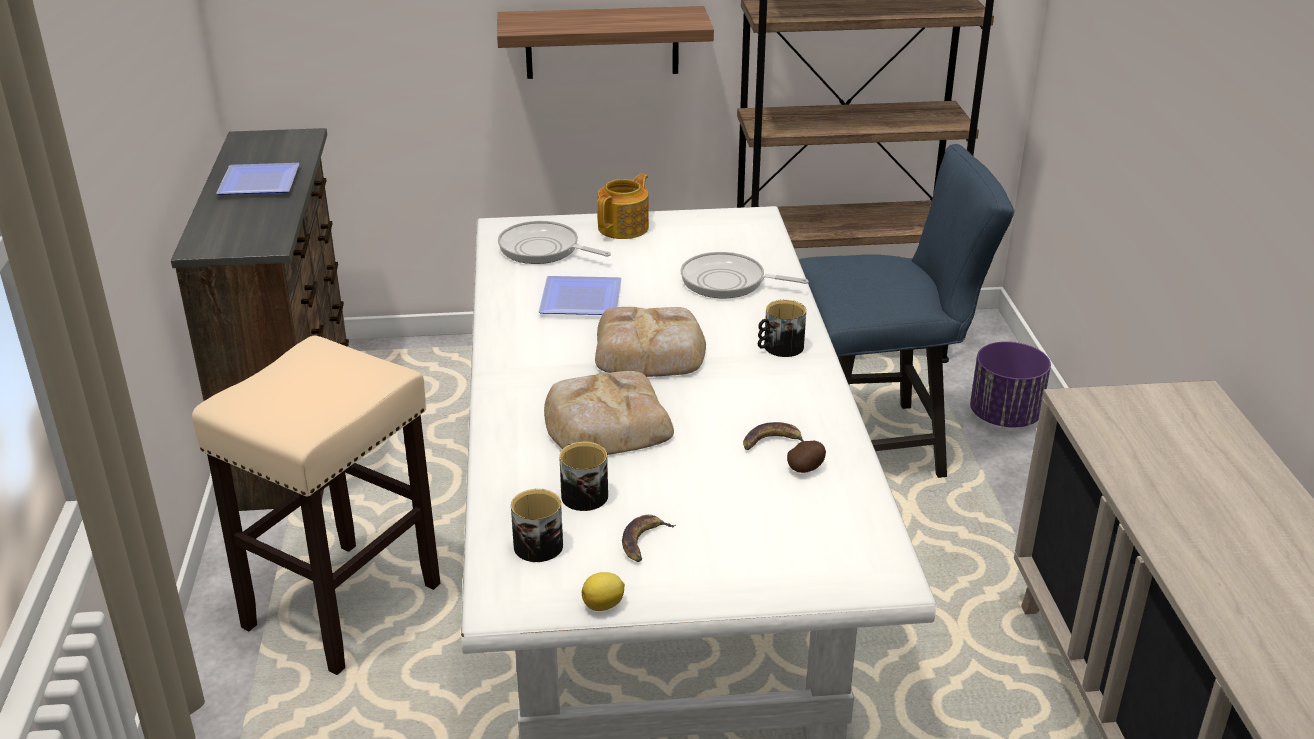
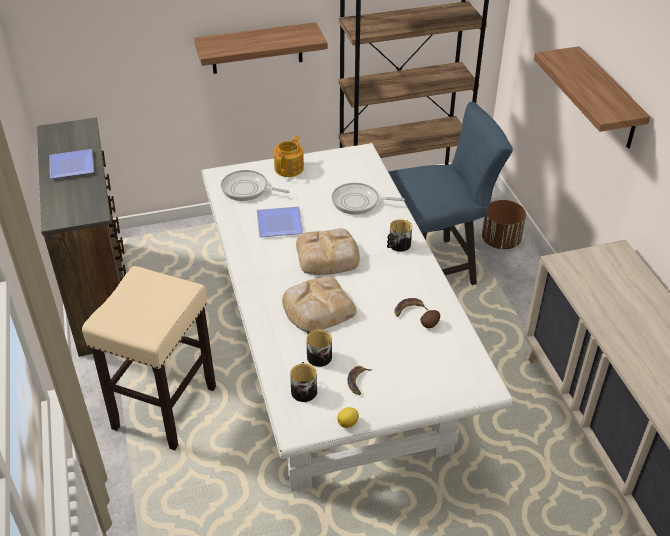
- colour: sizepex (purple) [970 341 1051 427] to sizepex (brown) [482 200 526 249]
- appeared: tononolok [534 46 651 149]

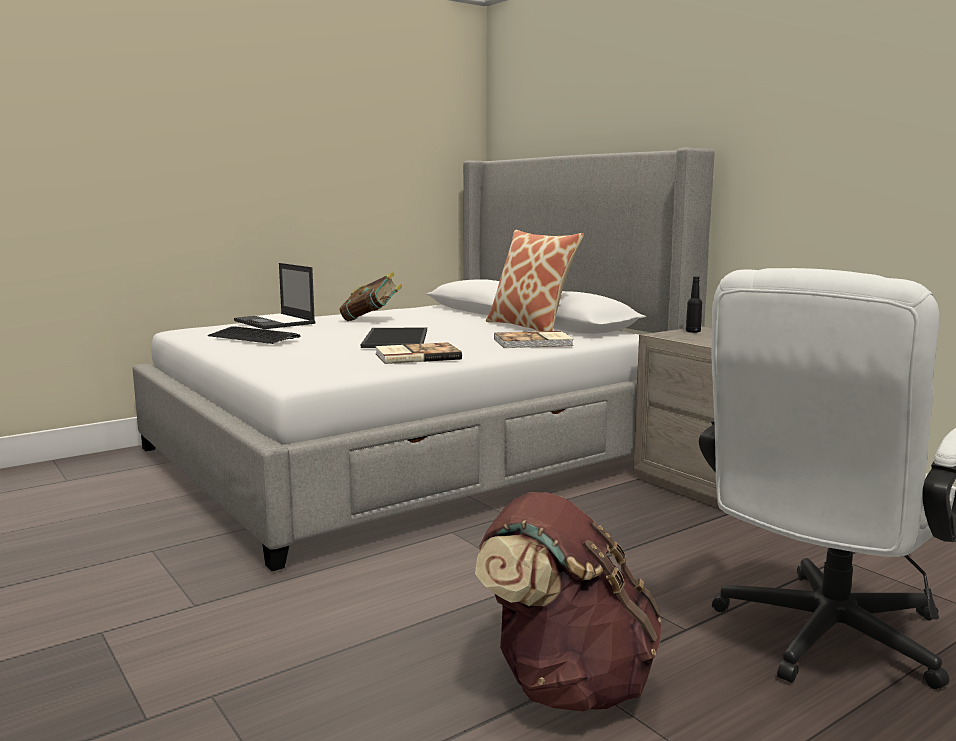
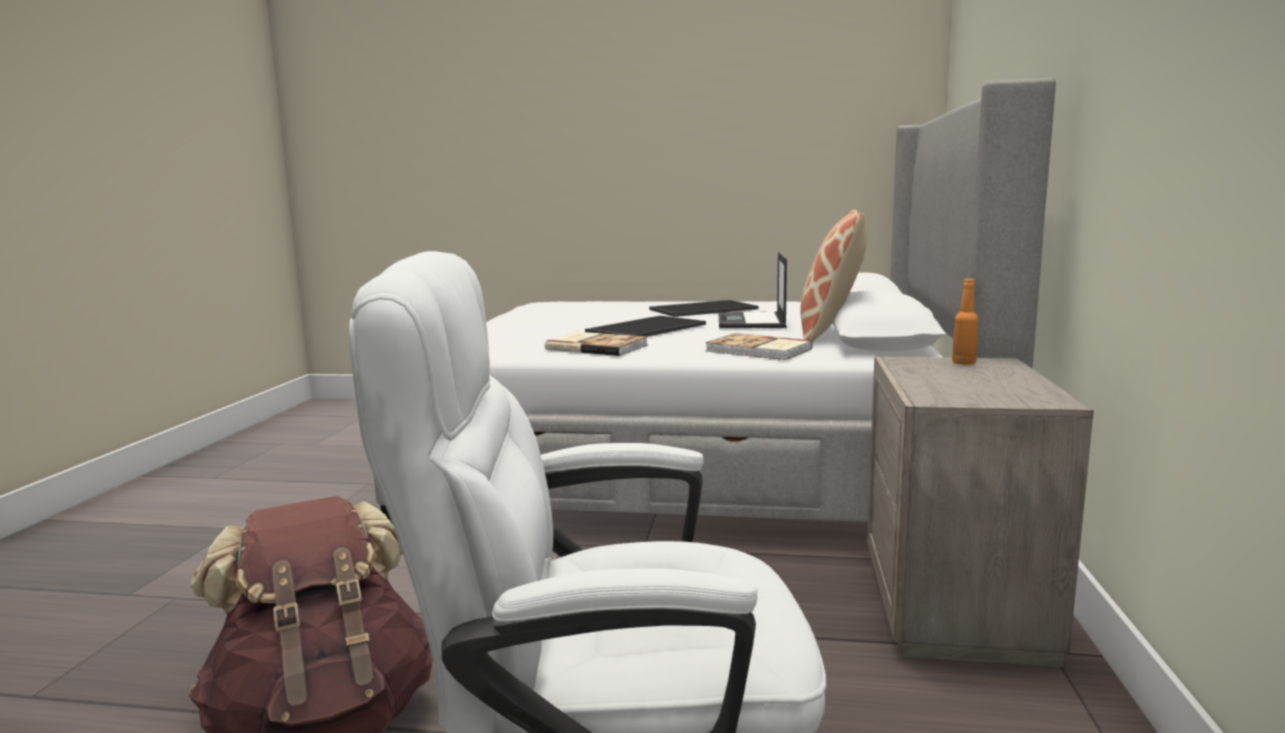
- missing: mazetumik [208 326 301 344]
- relocated: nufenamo [234 263 315 329] to [719 252 787 328]
- exchanged: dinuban [339 272 402 321] to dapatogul [649 300 758 317]
- colour: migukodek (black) [686 276 702 333] to migukodek (orange) [952 279 978 365]

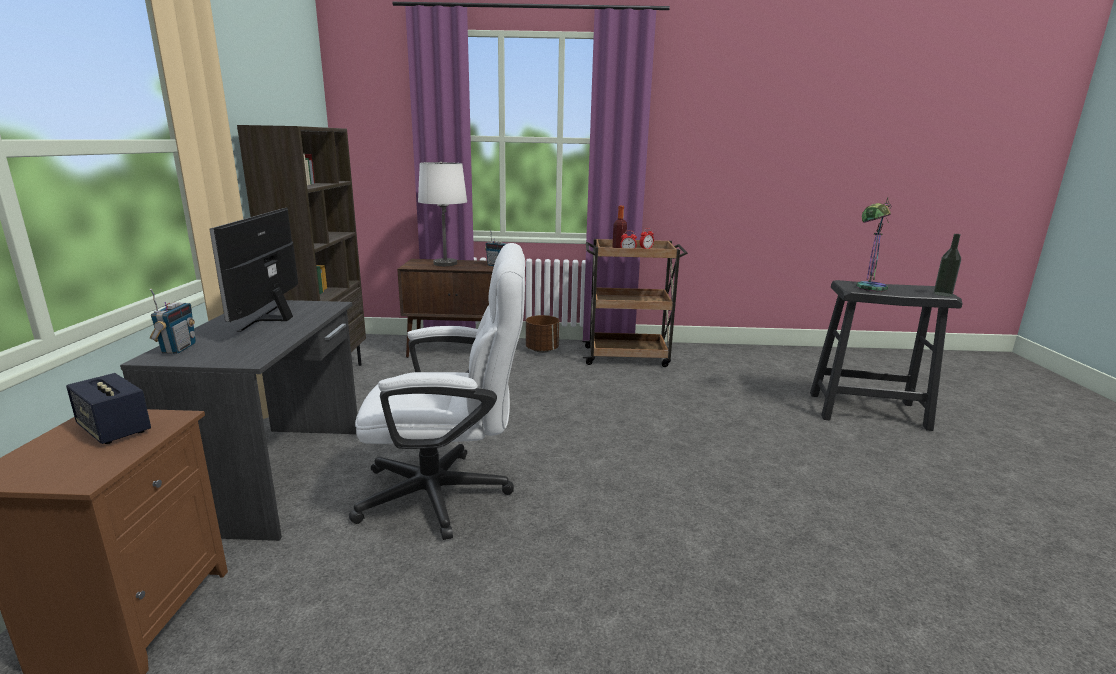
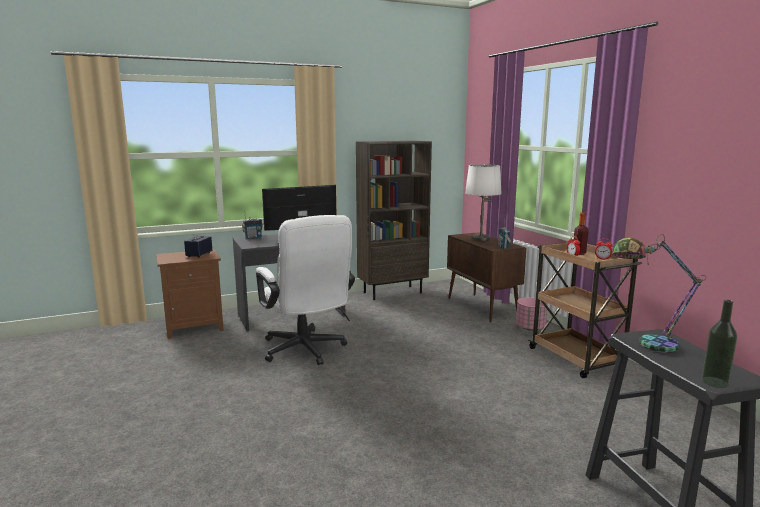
- colour: sizepex (brown) [526 315 560 353] to sizepex (pink) [516 297 548 331]

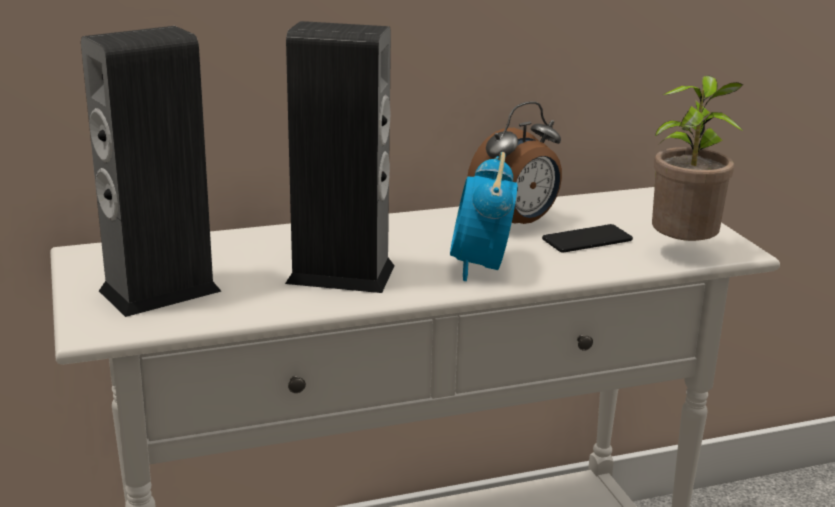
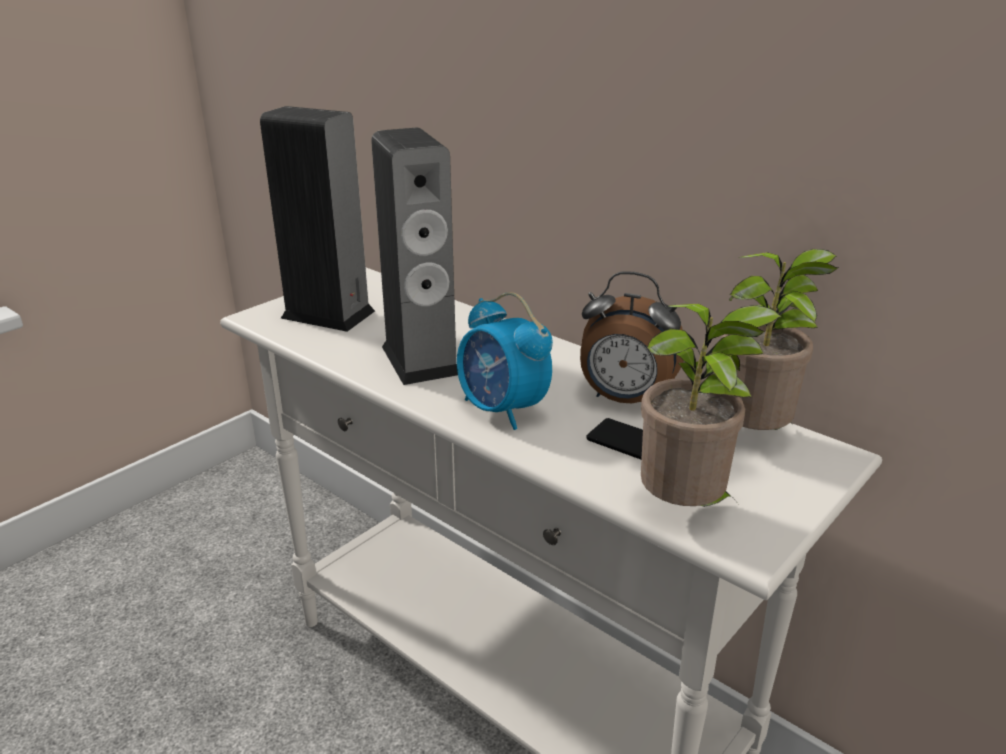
- spun: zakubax [450 152 517 281] = [457 292 553 430] 105 degrees counterclockwise
- appeared: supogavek [721 249 838 430]

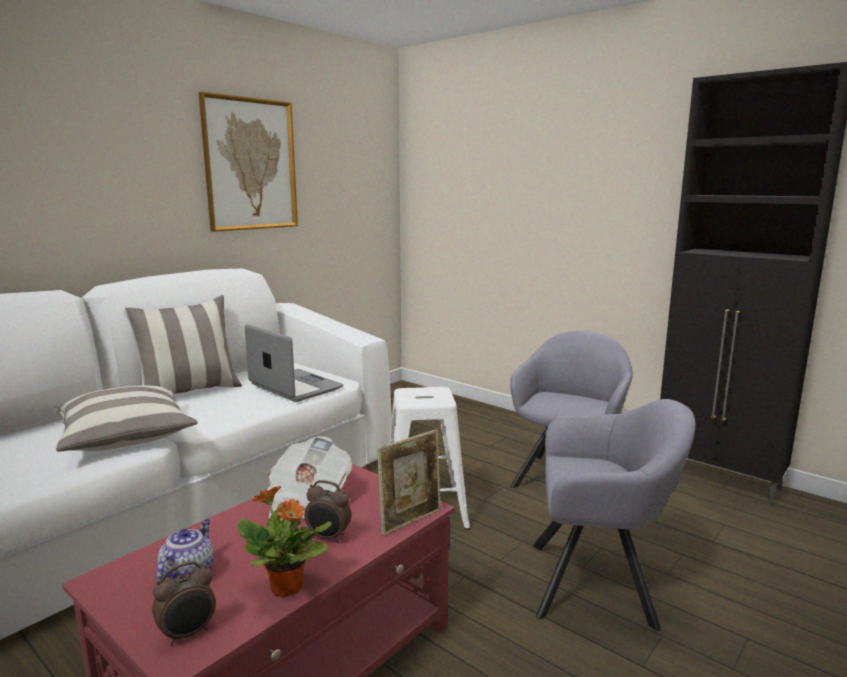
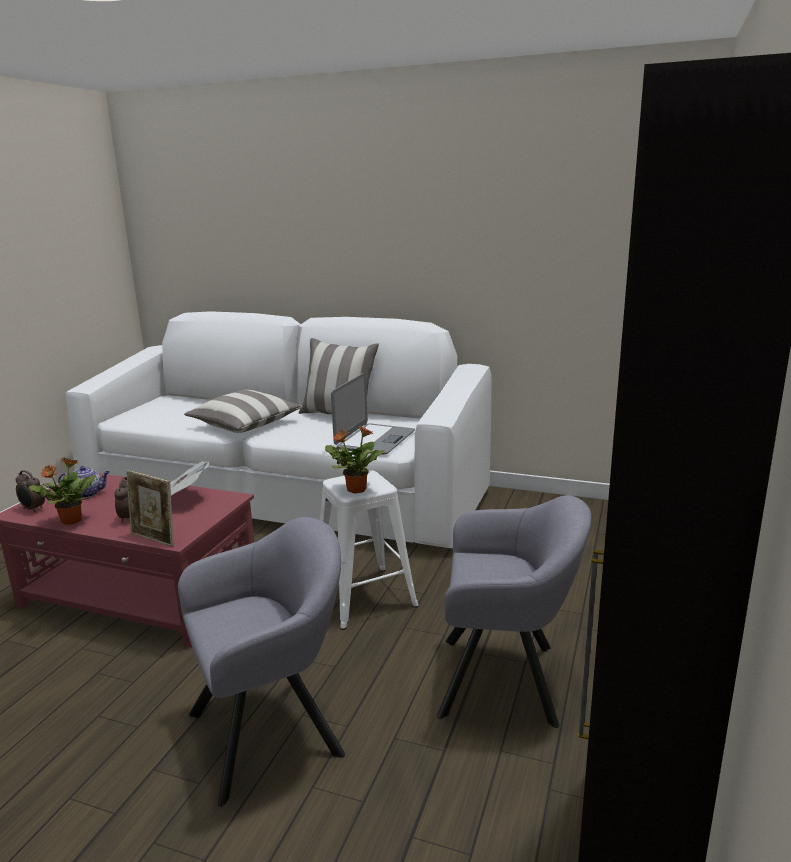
- missing: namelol [199 92 298 232]
- spun: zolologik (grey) [533 399 696 631] = [178 517 345 806] 105 degrees counterclockwise
- appeared: supogavek [325 425 384 494]

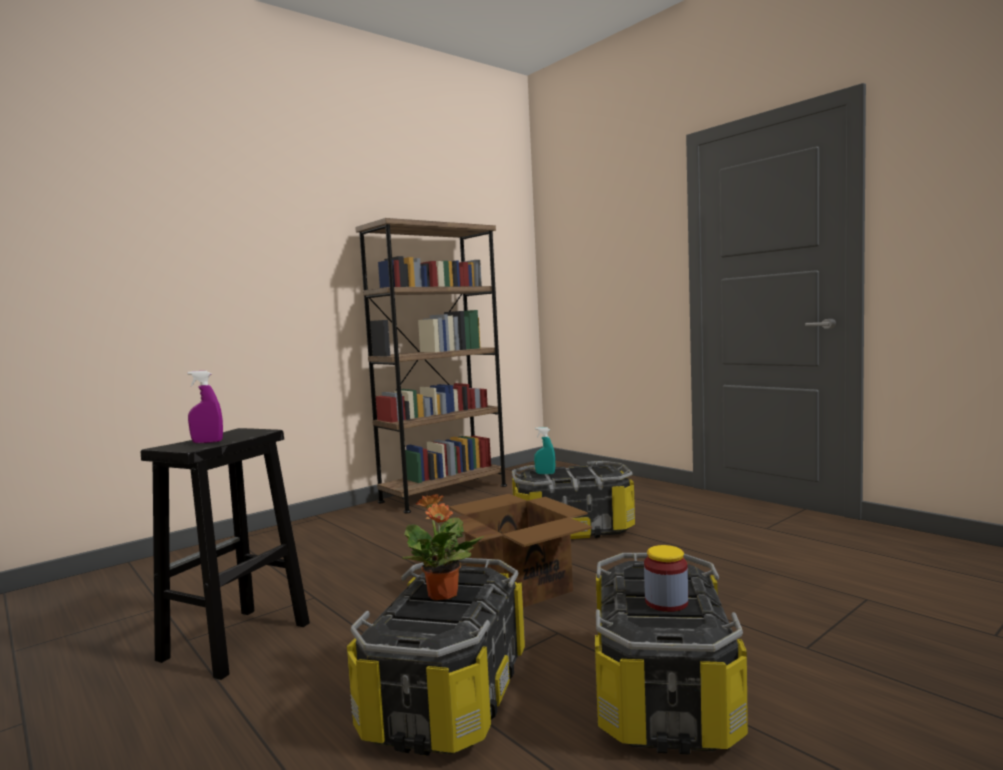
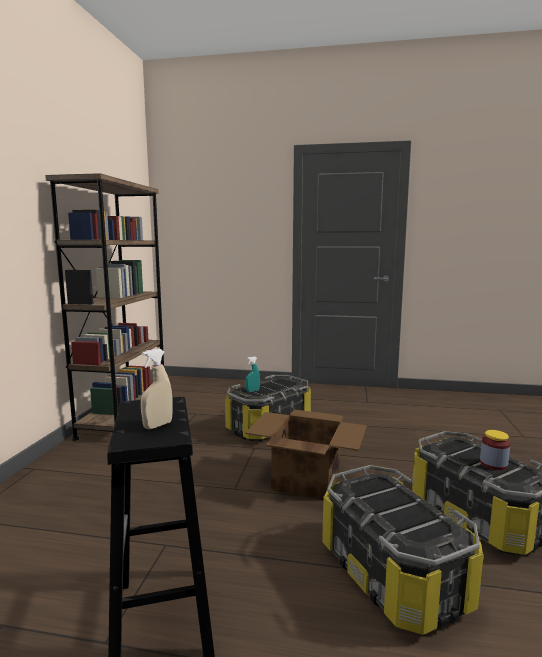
- colour: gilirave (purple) [187 371 223 443] to gilirave (beige) [141 348 173 429]
- missing: supogavek [402 494 484 600]

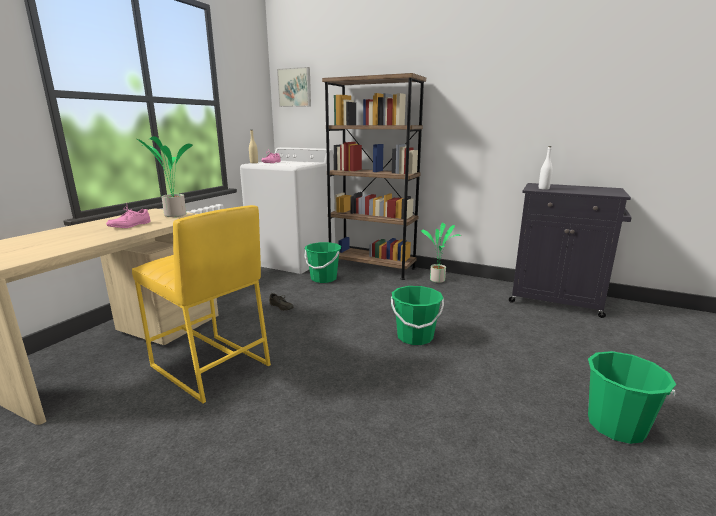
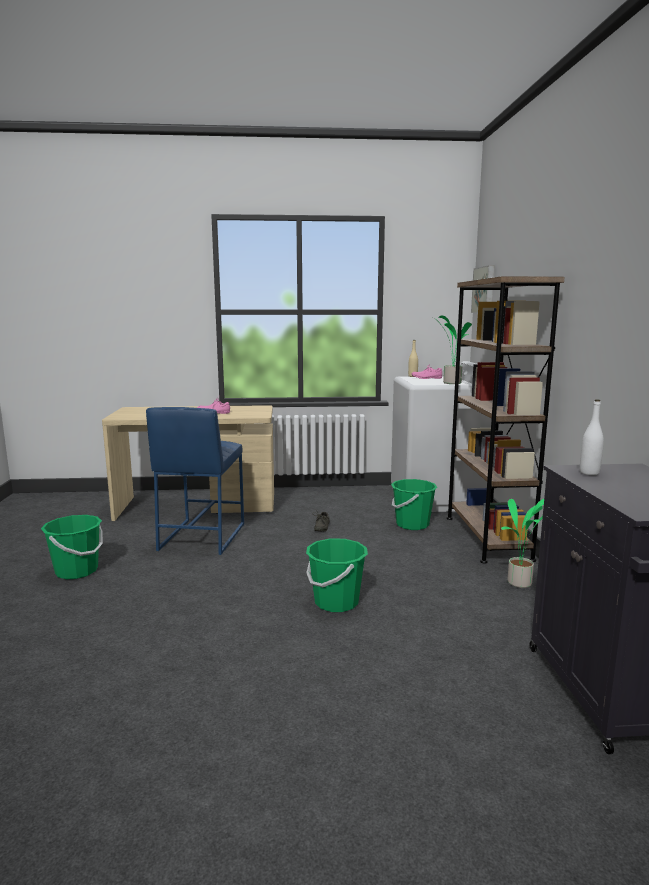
- colour: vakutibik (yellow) [132 205 271 404] to vakutibik (blue) [146 407 244 555]
- relocated: supogavek [137 136 193 217] to [438 316 472 384]
- relocated: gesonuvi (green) [588 351 676 444] to [41 515 103 579]

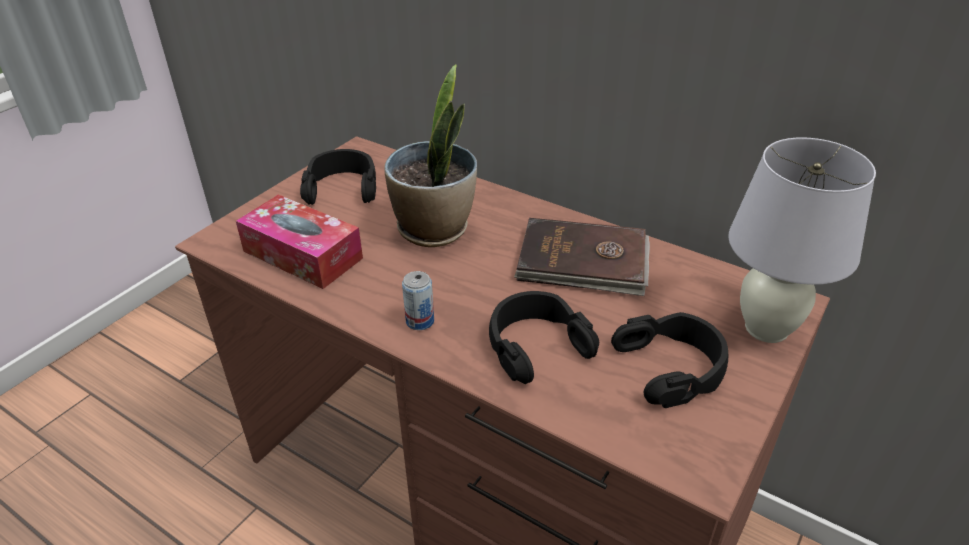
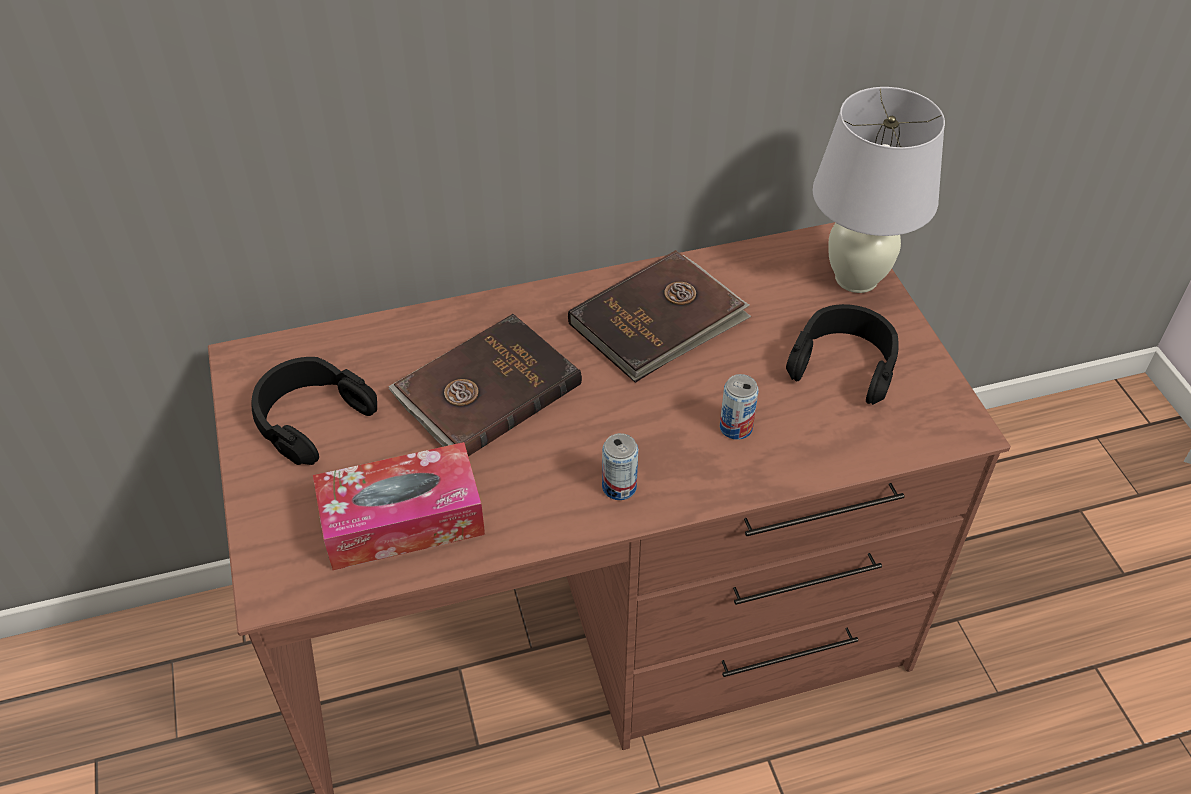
- exchanged: supogavek [384 64 477 247] to dinuban (brown) [388 314 582 457]
- exchanged: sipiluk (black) [489 291 599 384] to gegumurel [720 374 759 440]

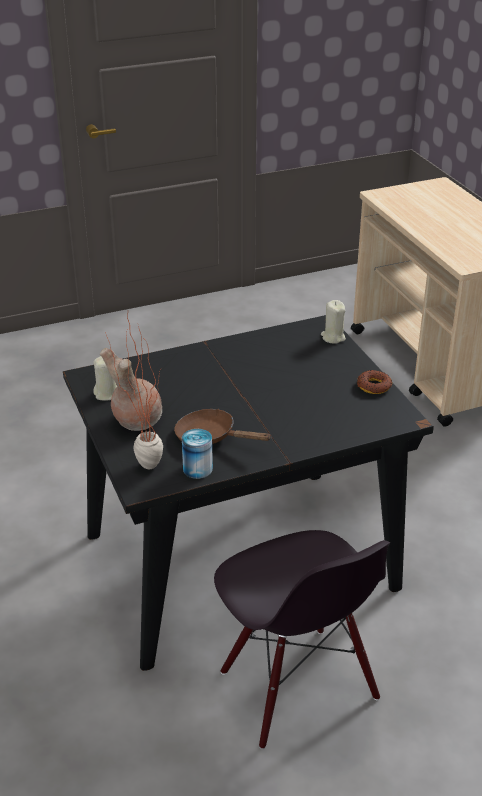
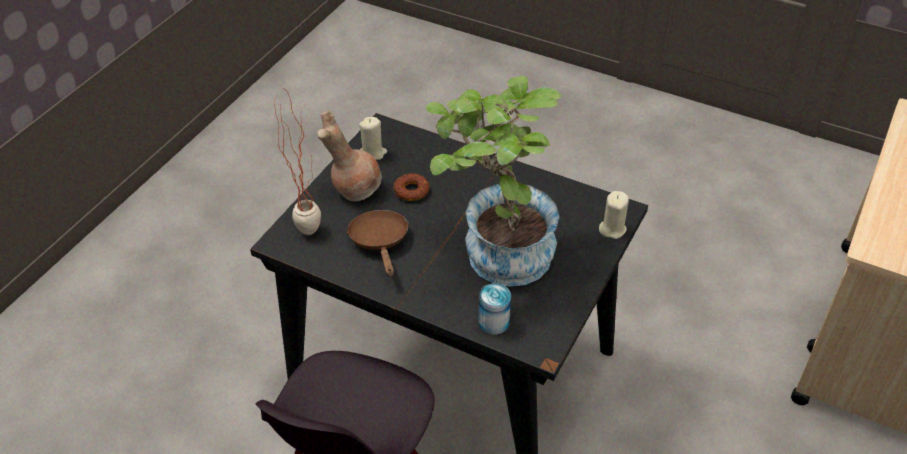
- relocated: gegumurel [182 429 213 479] to [478 283 511 335]
- relocated: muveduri [357 370 392 394] to [394 173 430 201]
- appeared: supogavek [426 76 562 287]

